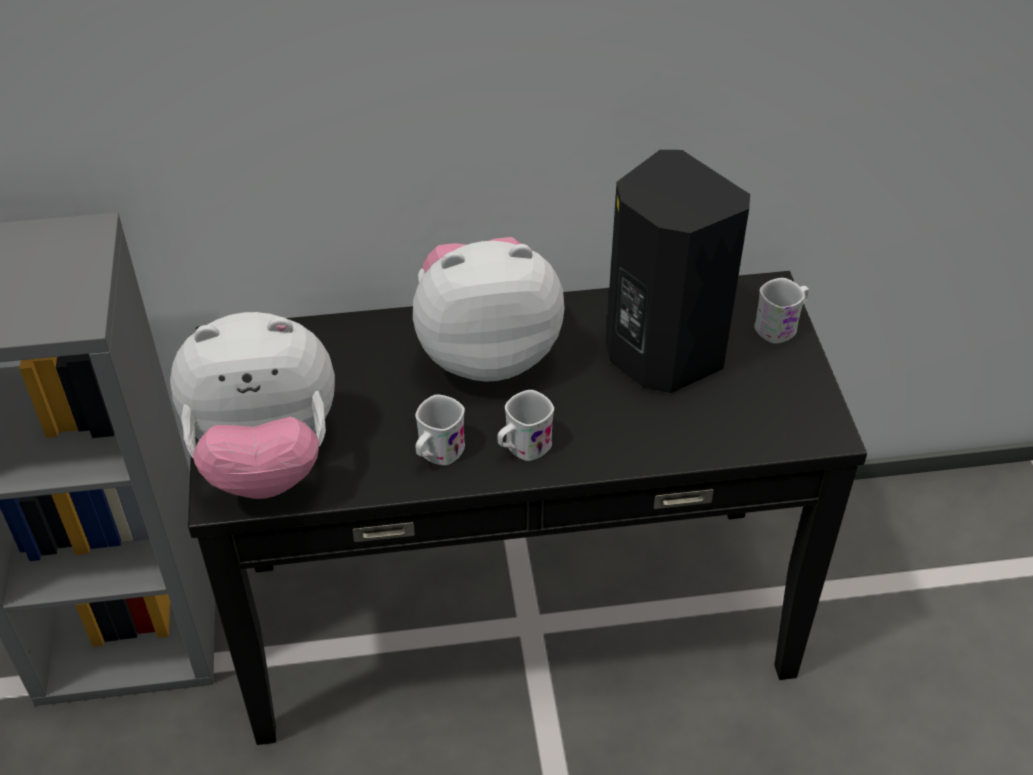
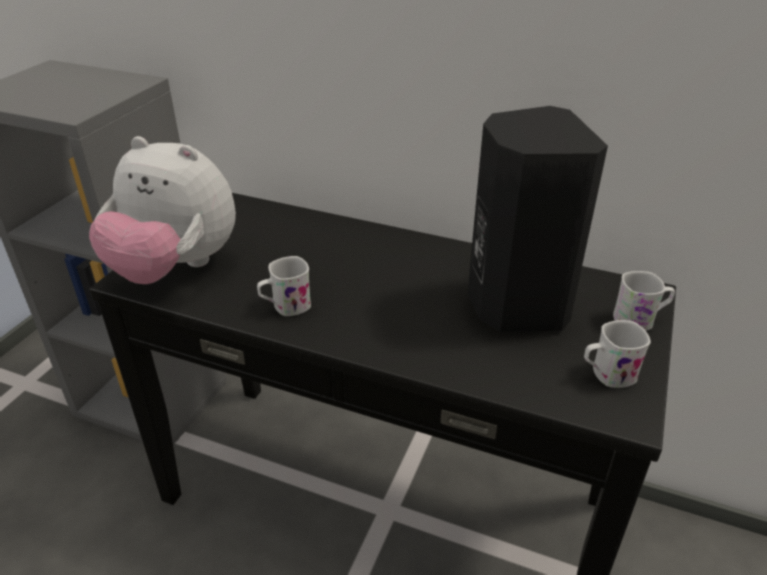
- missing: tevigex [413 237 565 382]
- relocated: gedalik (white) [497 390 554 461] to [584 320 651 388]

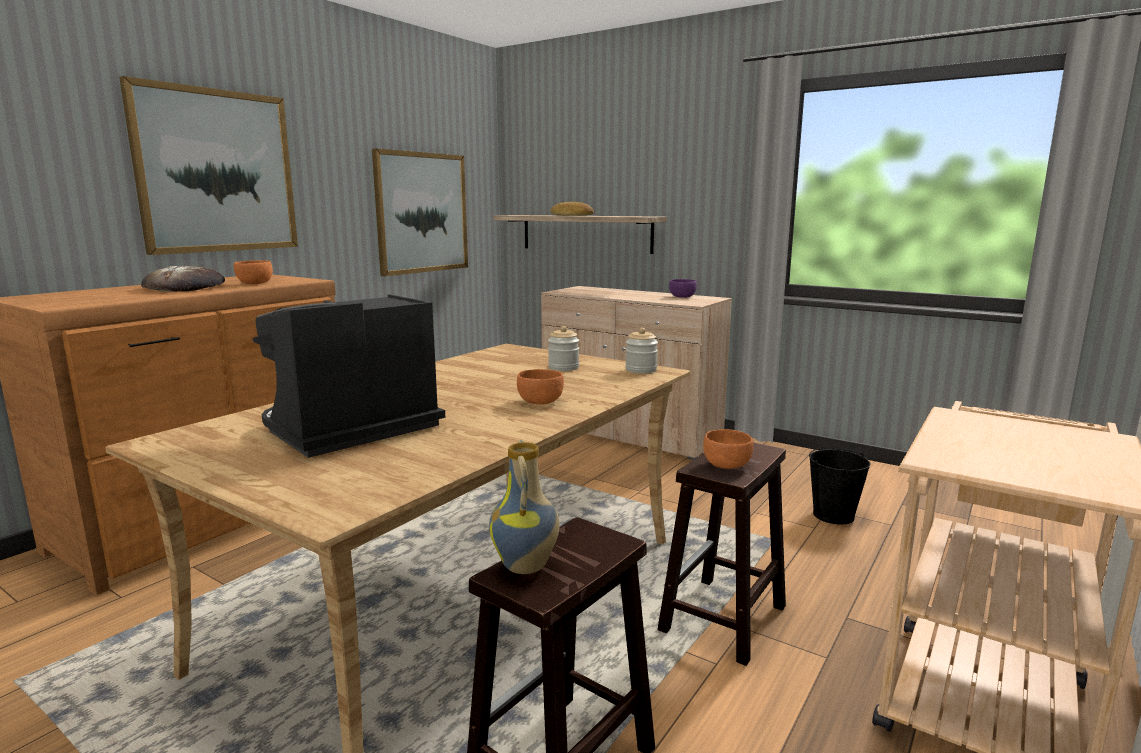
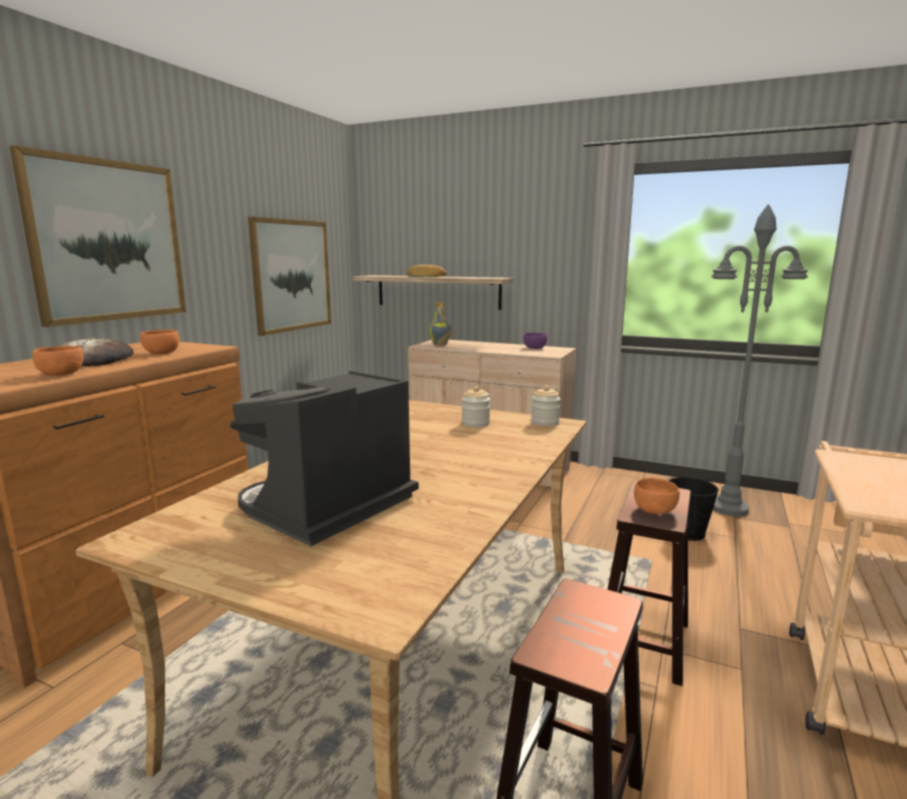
- relocated: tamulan [489 440 559 574] to [429 302 452 345]
- relocated: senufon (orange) [517 369 564 405] to [32 346 84 376]
- appeared: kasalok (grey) [711 204 808 516]

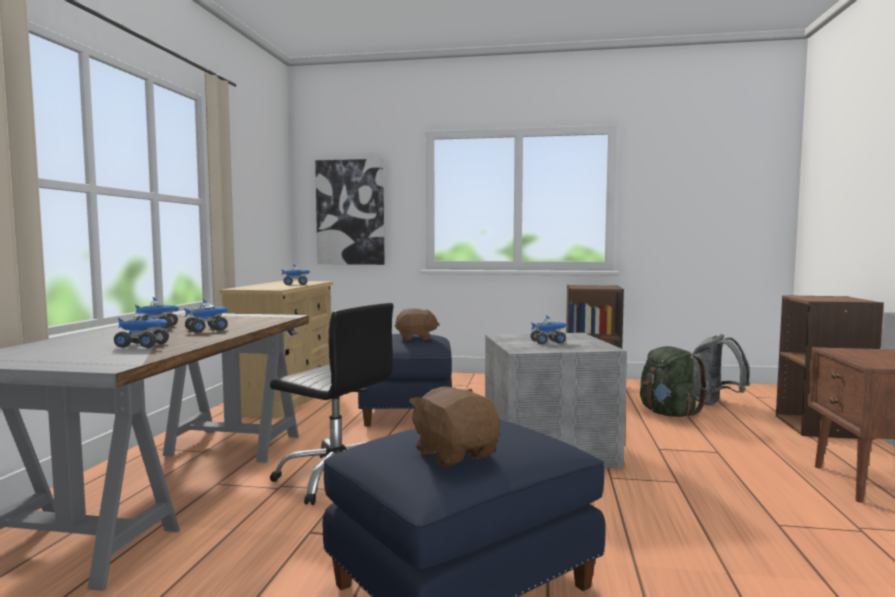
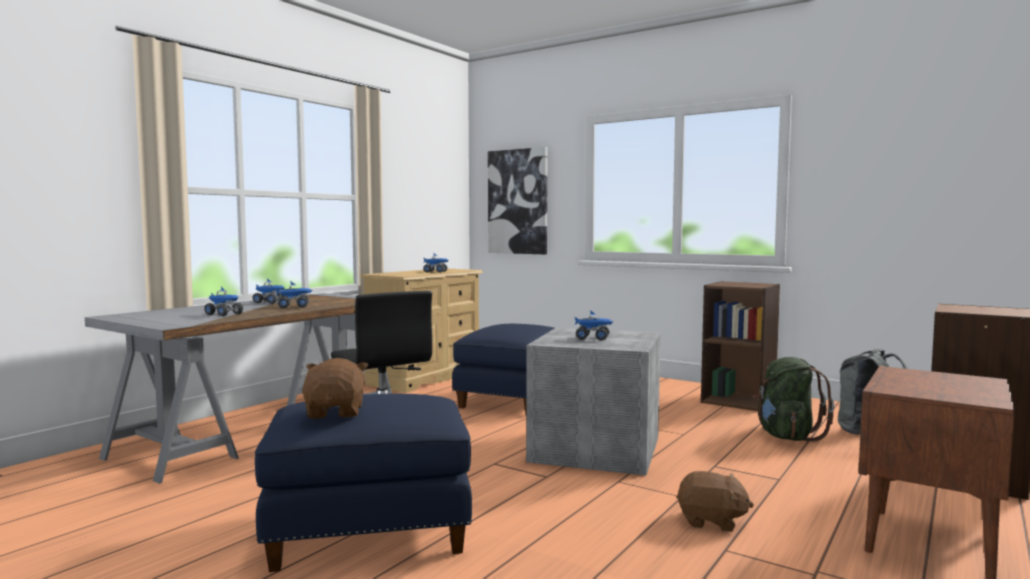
- relocated: tevigex (brown) [395 308 440 340] to [676 471 754 532]

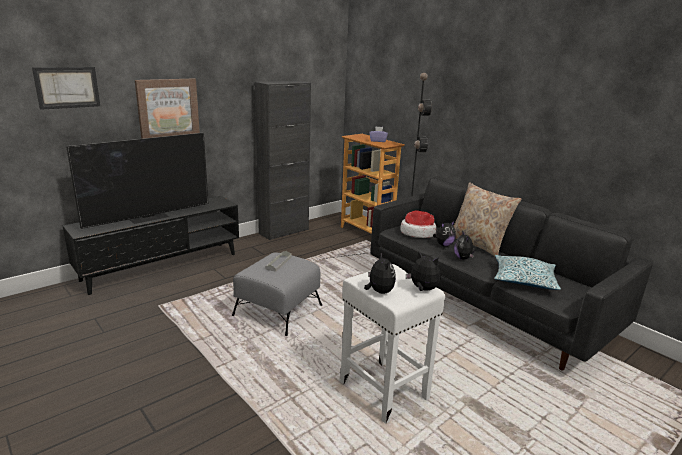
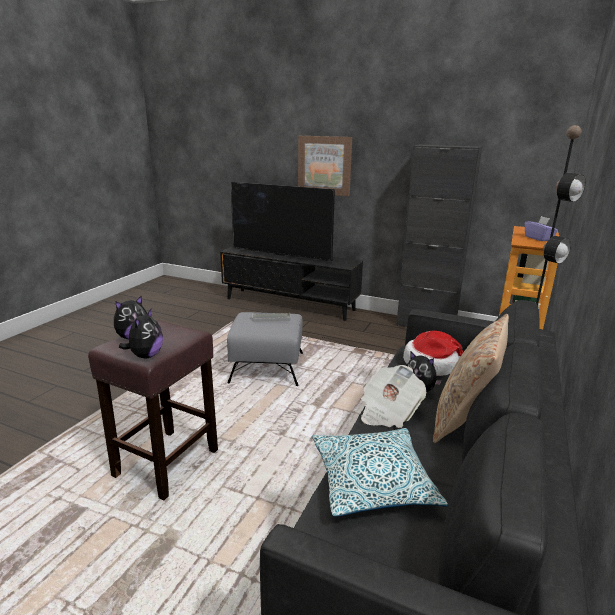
- missing: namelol [32 67 100 110]
- colour: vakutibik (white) [340 264 445 424] to vakutibik (brown) [88 320 218 500]
- exchanged: tevigex [454 230 476 260] to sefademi [361 365 427 428]

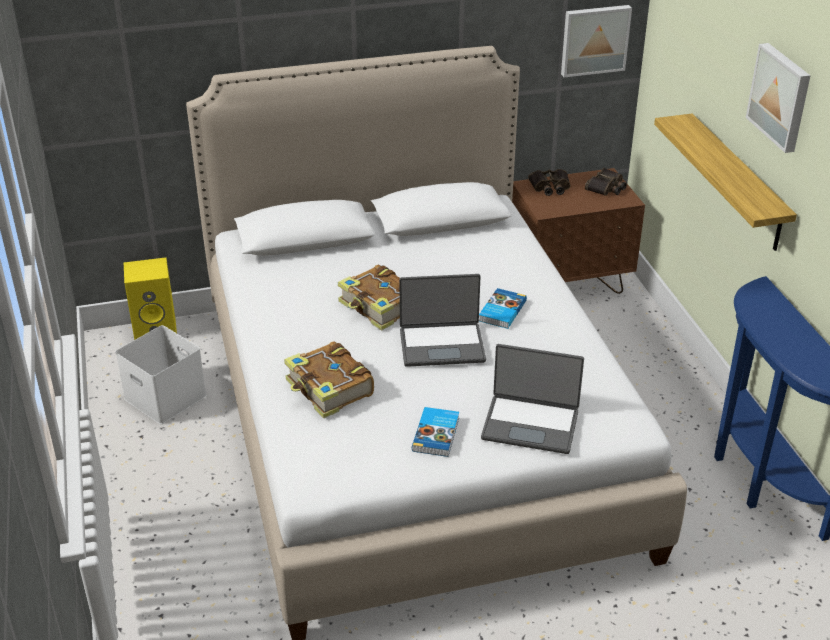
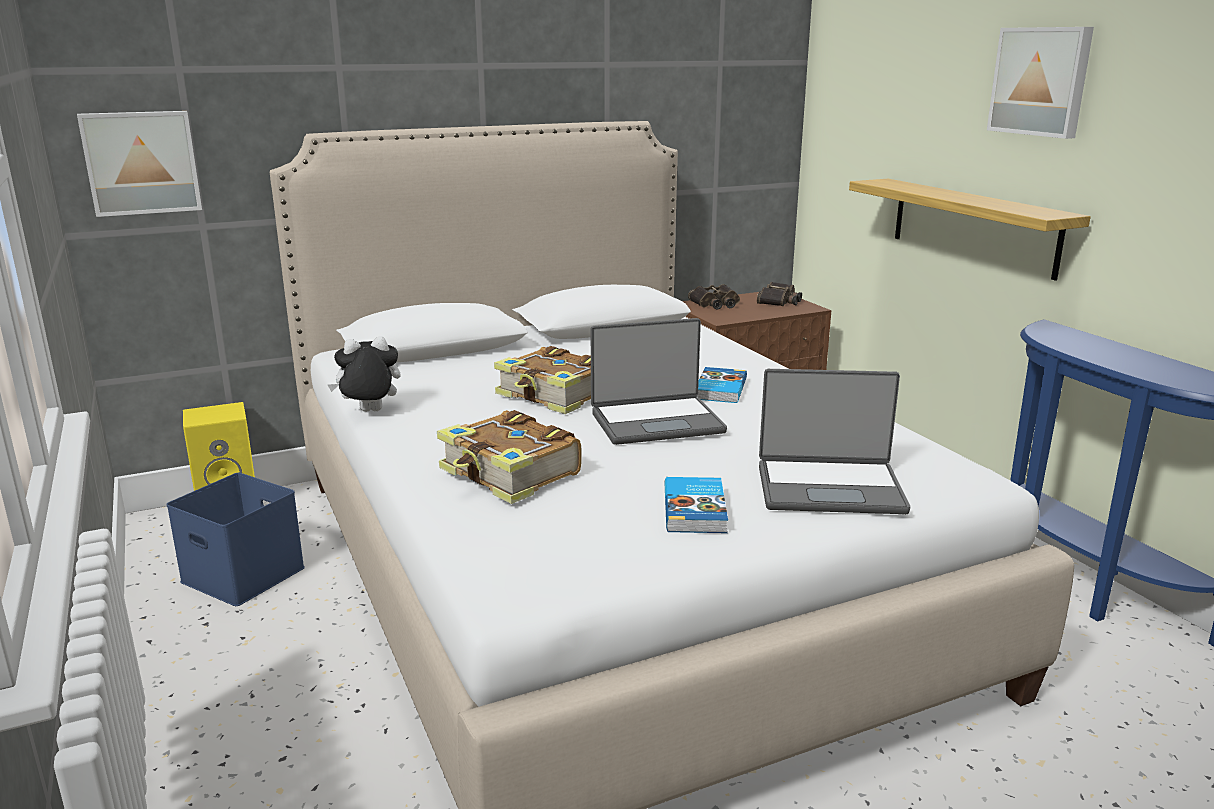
- colour: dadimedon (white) [115 325 207 424] to dadimedon (blue) [166 473 305 606]
- relocated: namelol [561 5 632 77] to [77 111 202 217]
- appeared: tevigex [328 336 401 412]

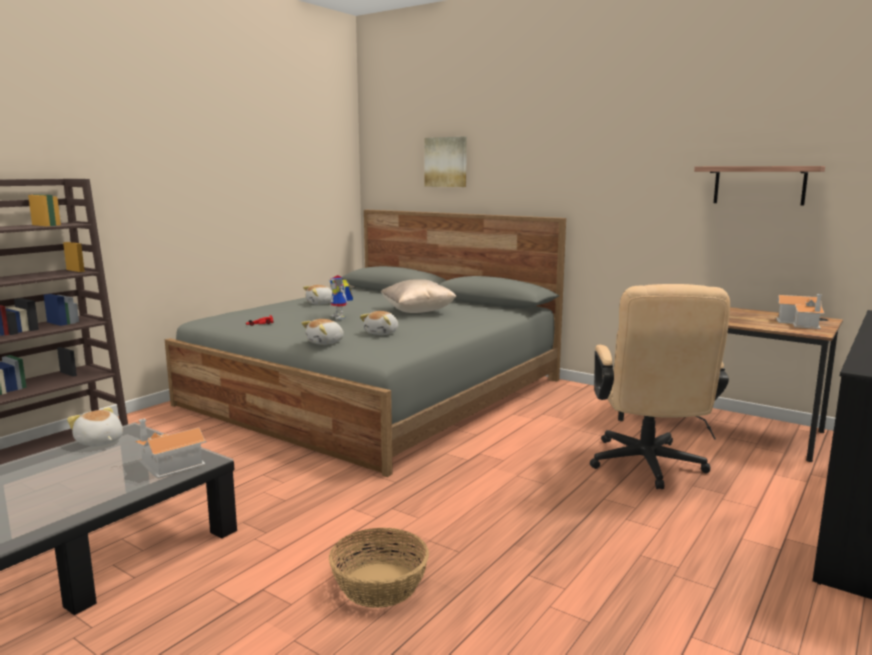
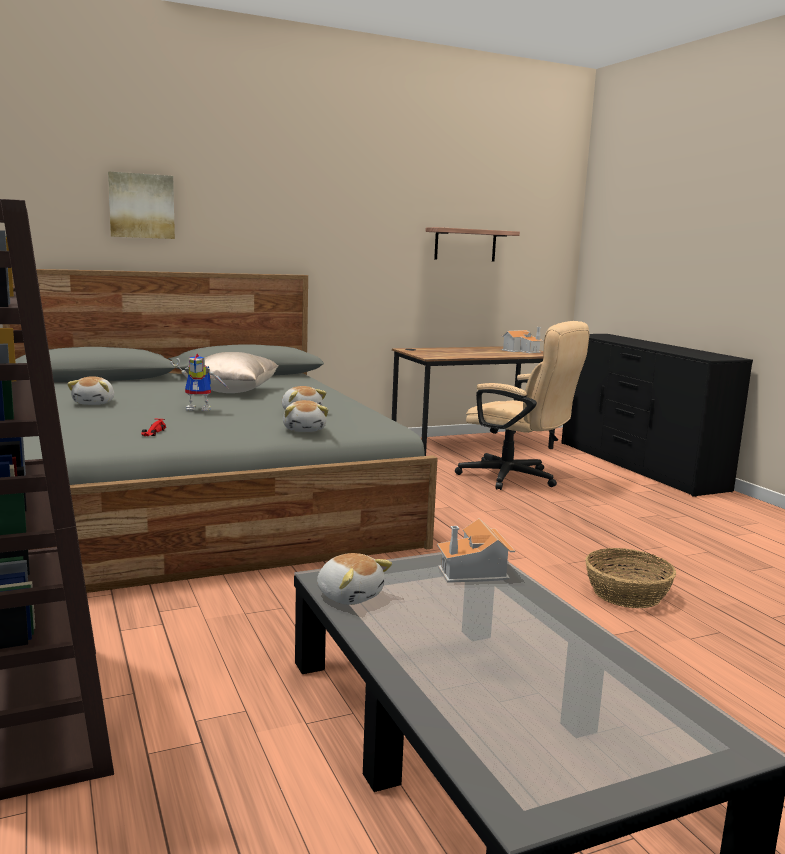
- spun: tevigex [67 407 123 446] = [317 553 392 605] 120 degrees counterclockwise

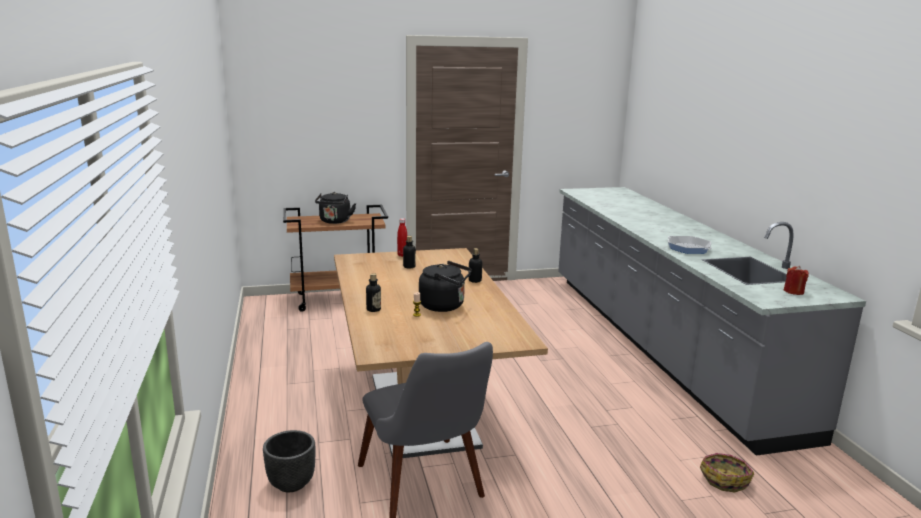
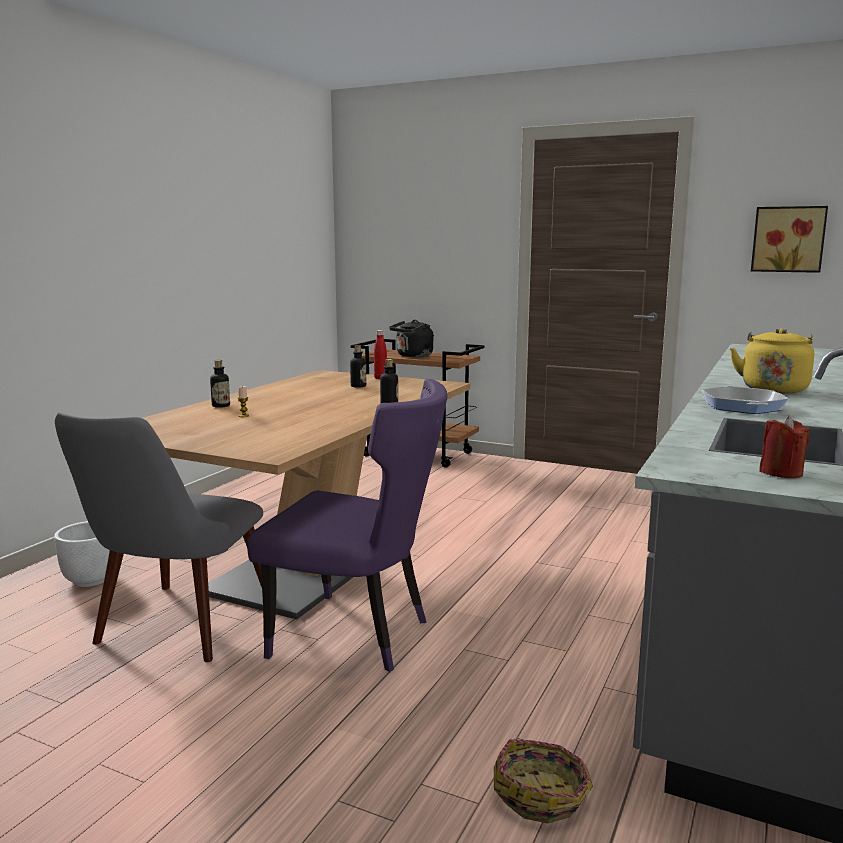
- colour: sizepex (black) [263 430 315 492] to sizepex (white) [54 521 110 587]
- missing: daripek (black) [419 261 472 312]
- appeared: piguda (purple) [247 379 448 672]
- appeared: daripek (yellow) [730 328 814 393]
- appeared: namelol [751 206 828 273]

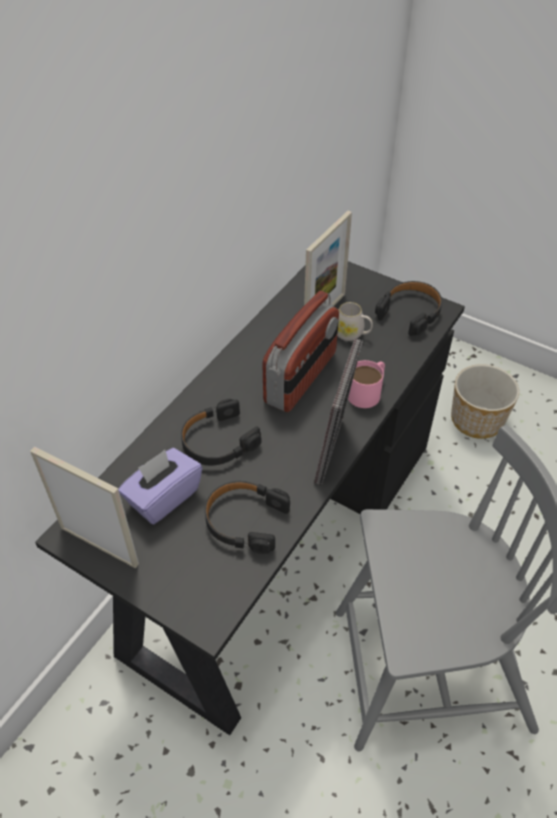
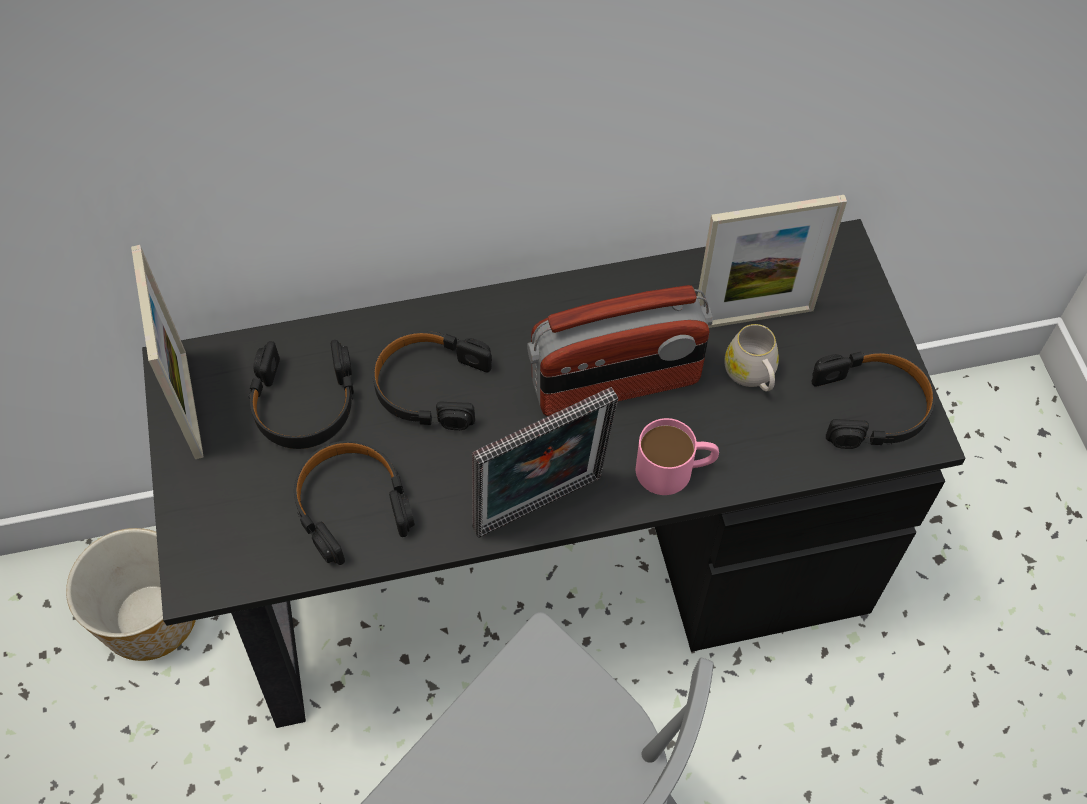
- exchanged: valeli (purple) [118 448 202 524] to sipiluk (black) [249 340 354 449]
- relocated: sizepex [451 364 519 439] to [66 528 196 661]

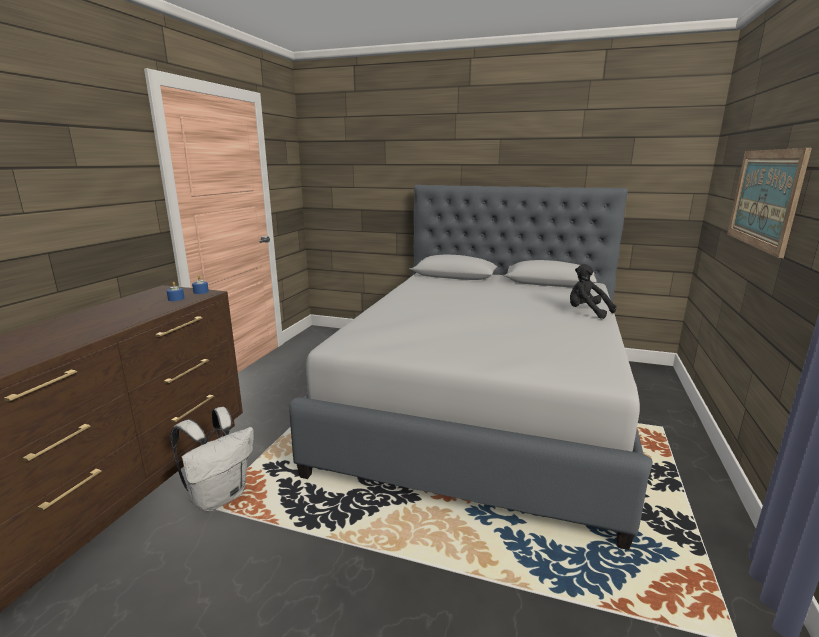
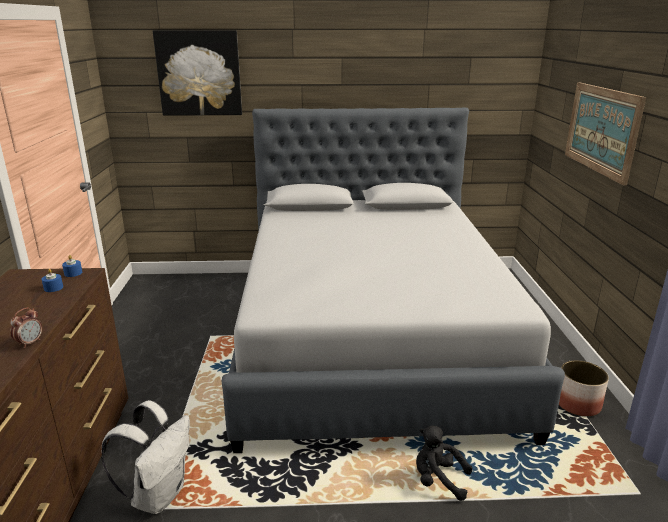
- relocated: tevigex (black) [570 264 616 319] to [416 425 472 501]
- appeared: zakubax [10 308 42 348]
- appeared: namelol [153 30 242 116]
- appeared: sizepex [559 360 609 416]

